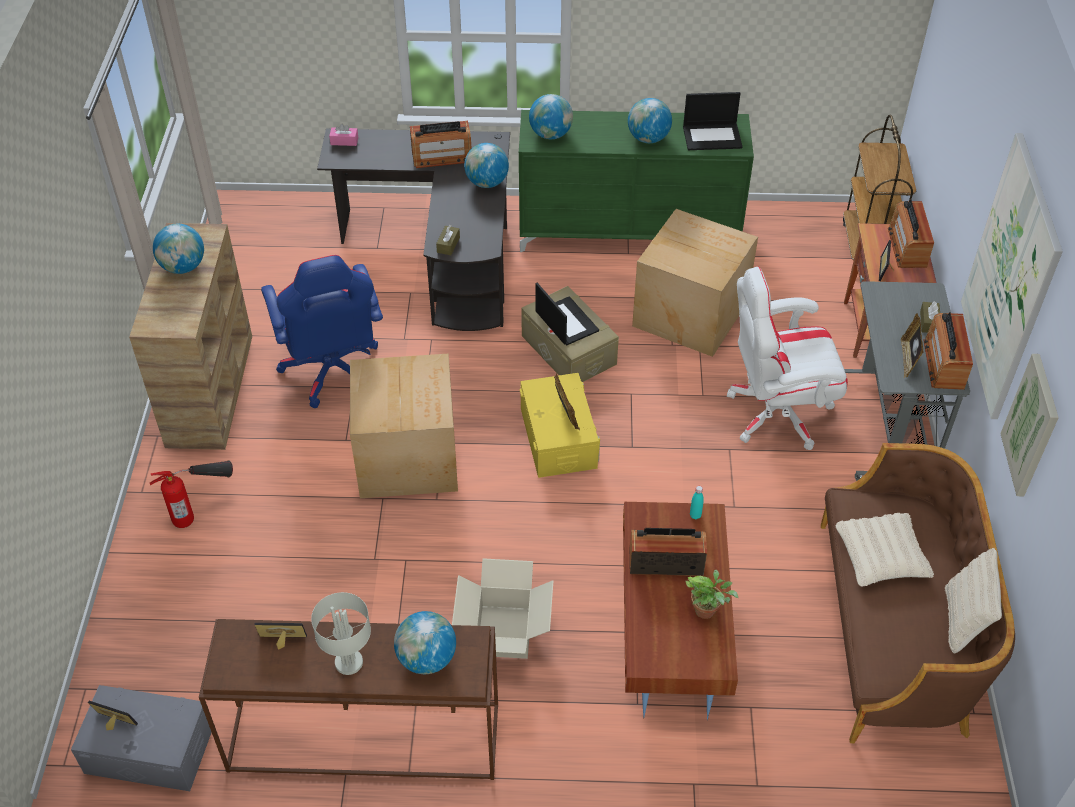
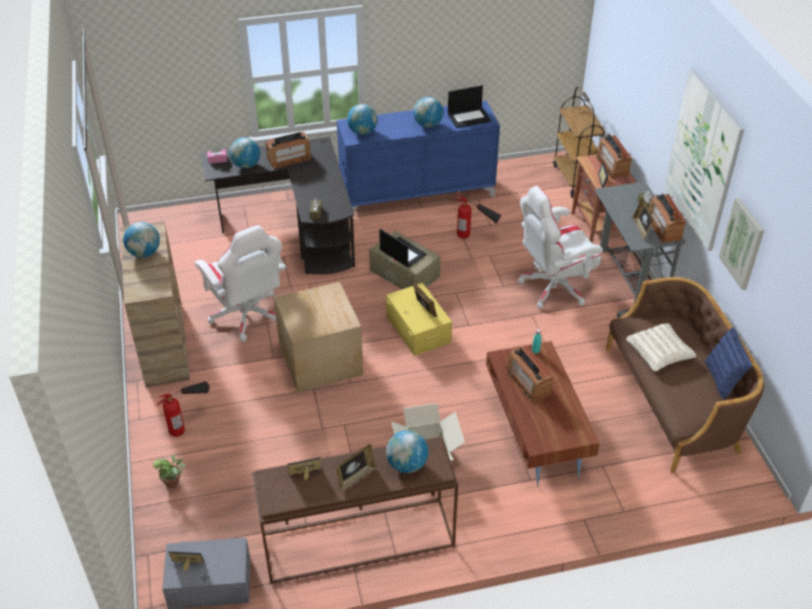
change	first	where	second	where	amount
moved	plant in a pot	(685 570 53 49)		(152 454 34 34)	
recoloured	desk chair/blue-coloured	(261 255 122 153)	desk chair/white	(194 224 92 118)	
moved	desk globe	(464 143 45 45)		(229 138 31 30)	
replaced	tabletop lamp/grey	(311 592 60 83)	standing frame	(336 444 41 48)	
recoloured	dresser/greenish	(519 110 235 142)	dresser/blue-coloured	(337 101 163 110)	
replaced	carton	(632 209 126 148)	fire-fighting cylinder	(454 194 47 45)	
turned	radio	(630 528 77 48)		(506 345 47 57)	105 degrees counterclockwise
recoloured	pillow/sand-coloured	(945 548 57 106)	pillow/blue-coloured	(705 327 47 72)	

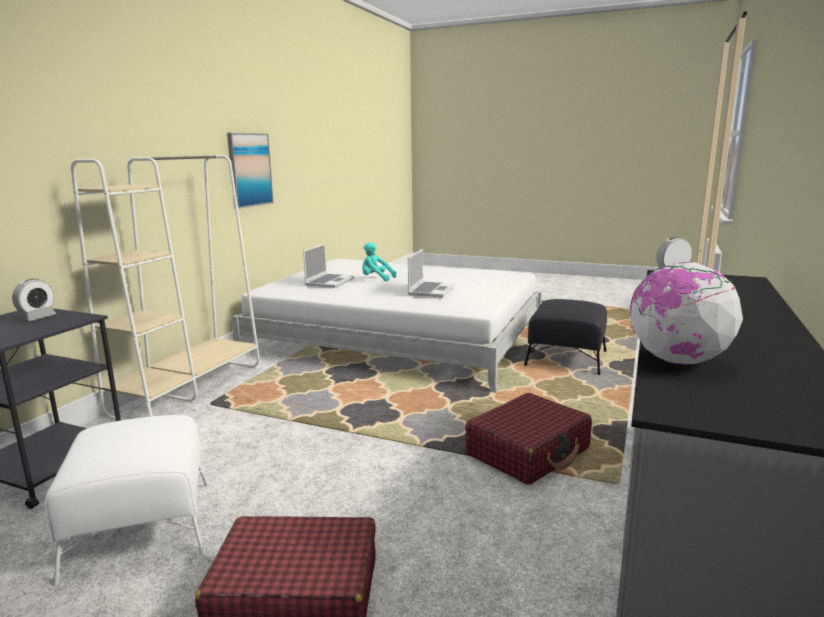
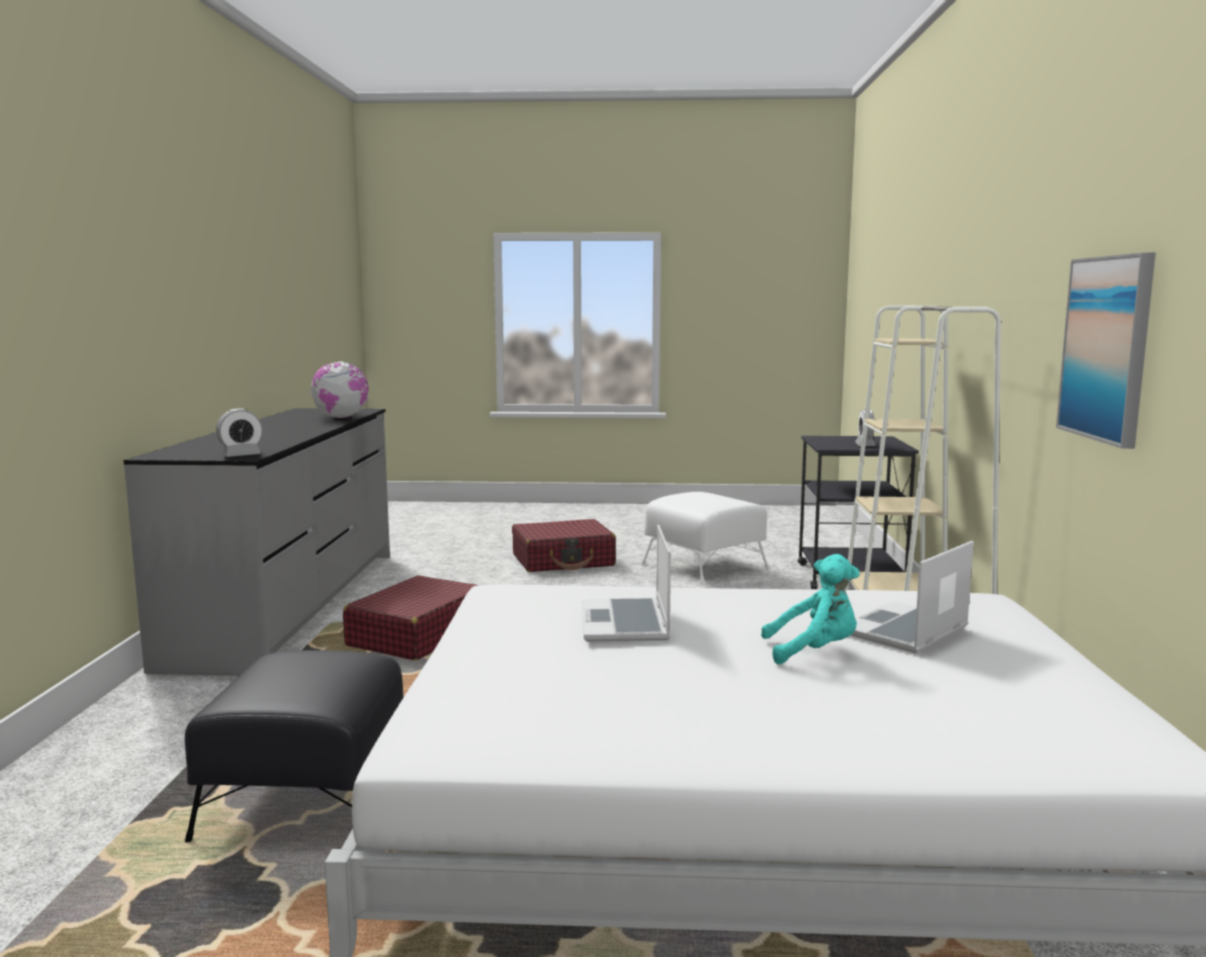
change	first	where	second	where	amount
turned	laptop	(303 243 51 45)		(850 541 124 113)	45 degrees clockwise

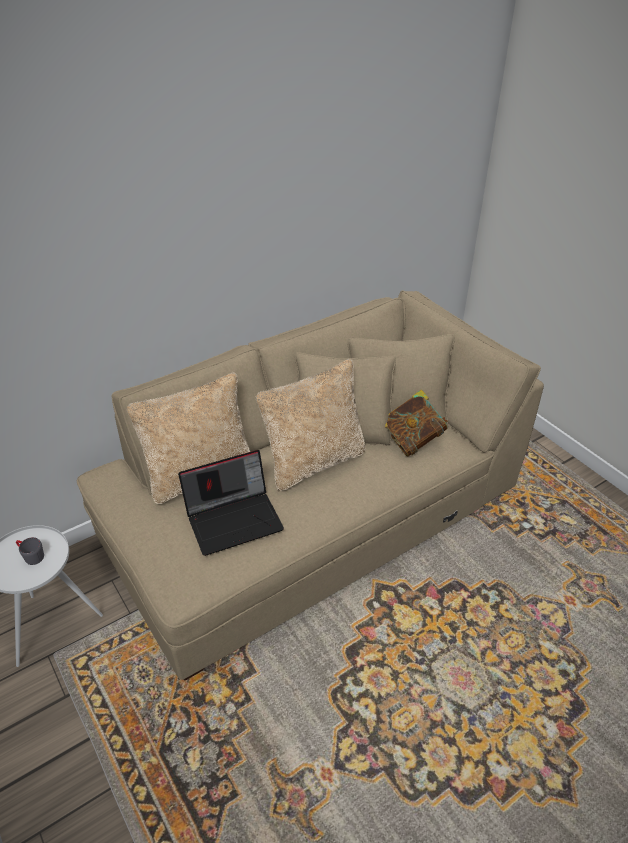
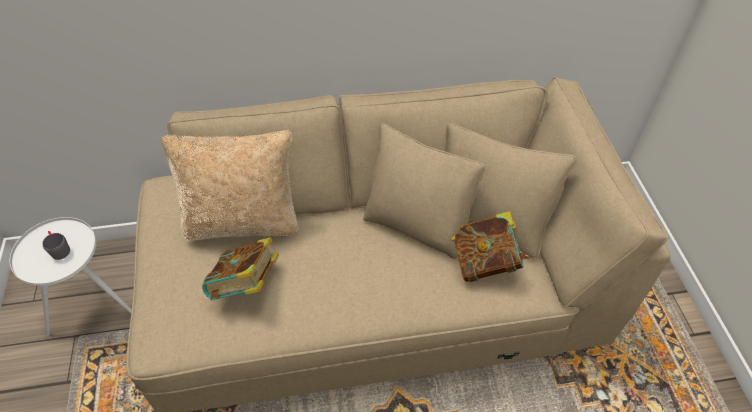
change	first	where	second	where	amount
replaced	laptop	(178 450 106 106)	bound book	(202 237 77 64)	
removed	pillow/sand-coloured	(256 358 109 133)			

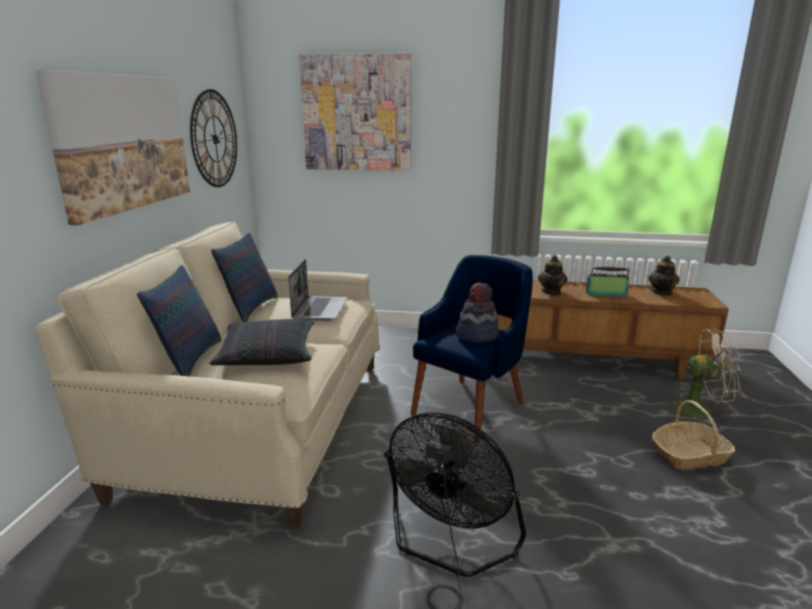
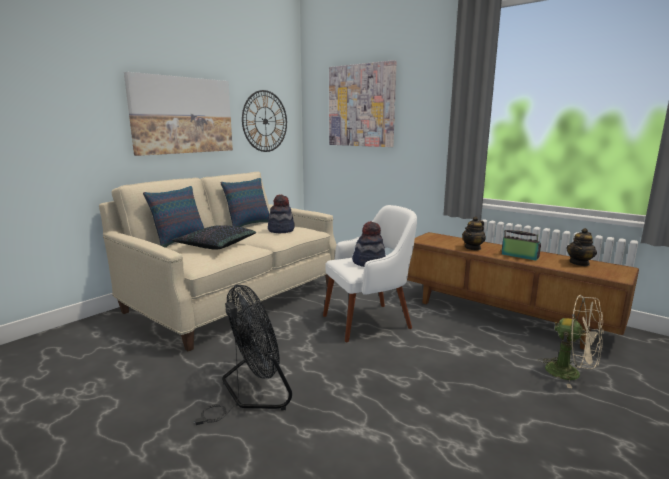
change	first	where	second	where	amount
replaced	laptop	(289 259 58 62)	clothing hat	(268 195 27 38)	
recoloured	lounge chair/blue-coloured	(411 255 122 188)	lounge chair/white	(323 205 94 137)	
removed	basket	(652 400 83 70)			

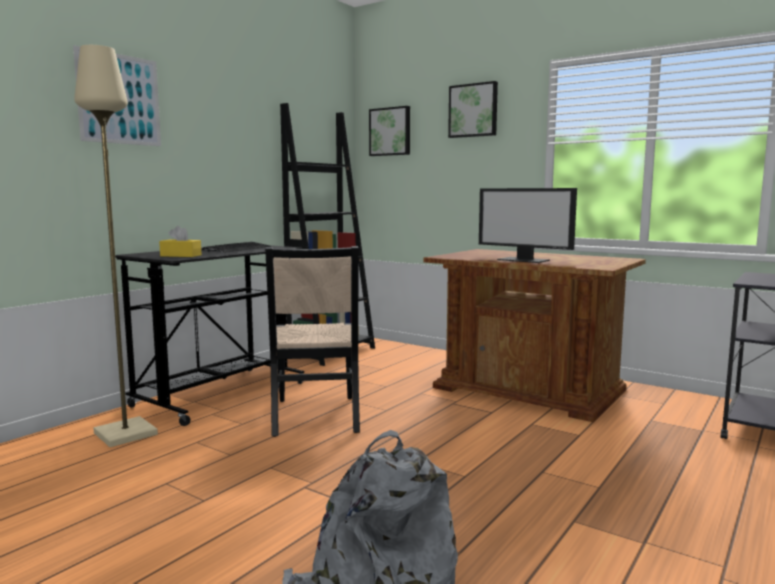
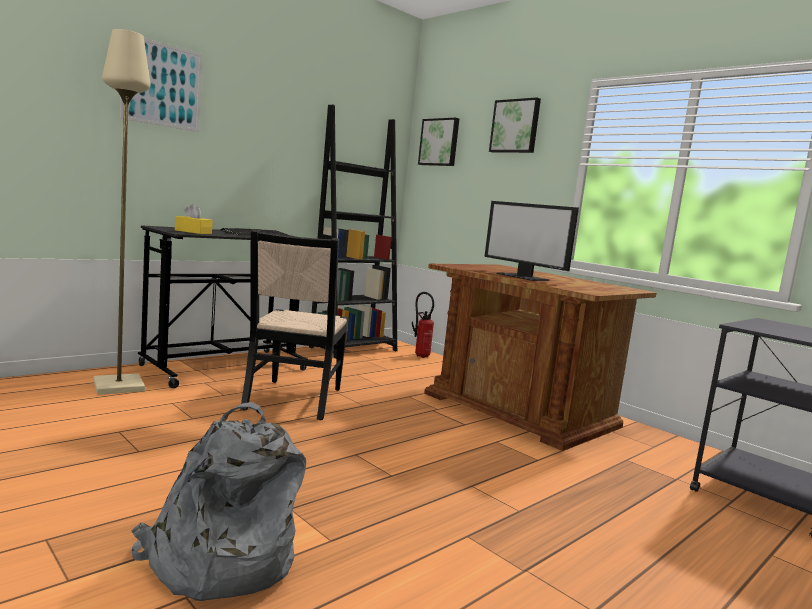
change	first	where	second	where	amount
added			fire-fighting cylinder	(412 292 22 66)	

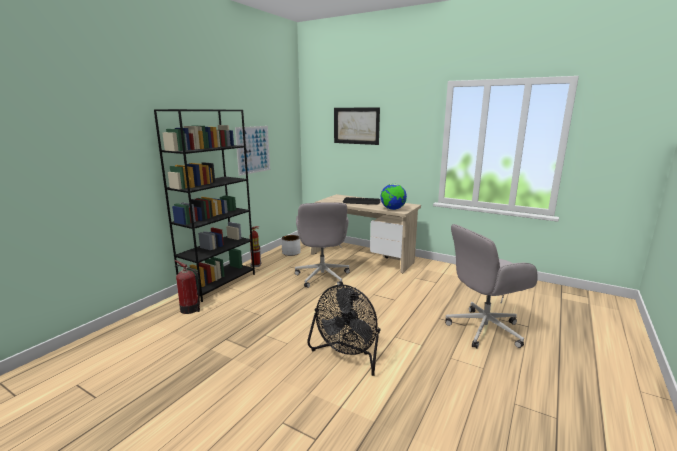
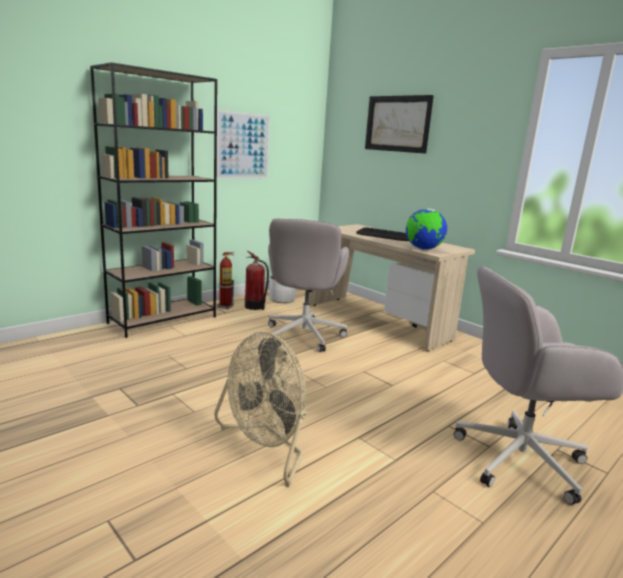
change	first	where	second	where	amount
recoloured	bookshelf/black	(154 109 101 193)	bookshelf/sand-coloured	(90 62 127 276)	
recoloured	electric fan/black	(307 285 74 91)	electric fan/sand-coloured	(214 332 93 155)	
moved	fire-fighting cylinder	(174 260 26 54)		(245 251 24 59)	

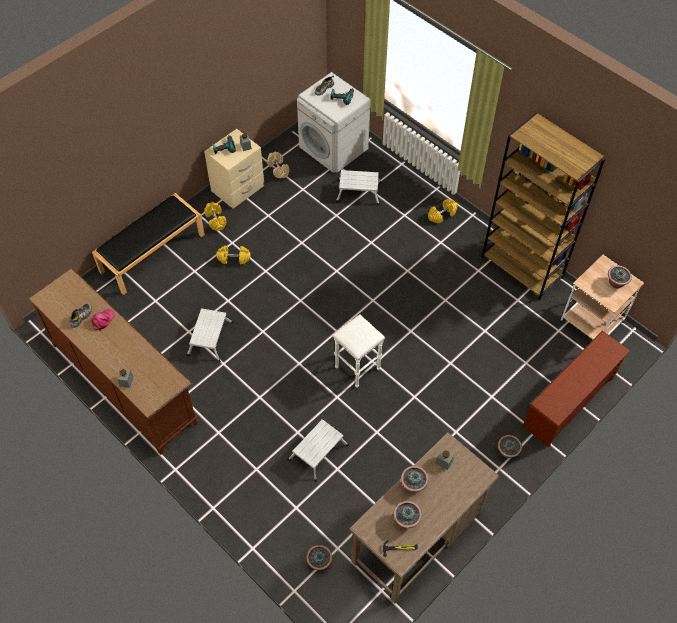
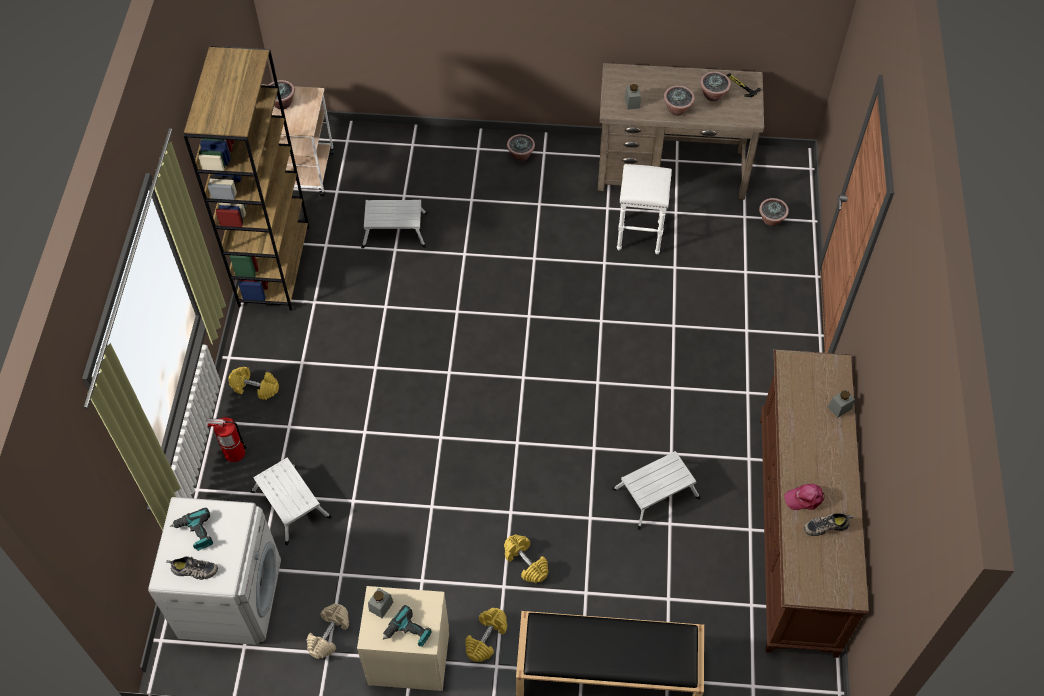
change	first	where	second	where	amount
added			fire-fighting cylinder	(207 417 40 45)	
moved	stepladder/white	(287 419 62 63)		(361 199 67 50)	
moved	sitting stool/white	(333 314 52 74)		(617 164 55 90)	
removed	shoe stand/brown-coloured	(522 330 108 117)			

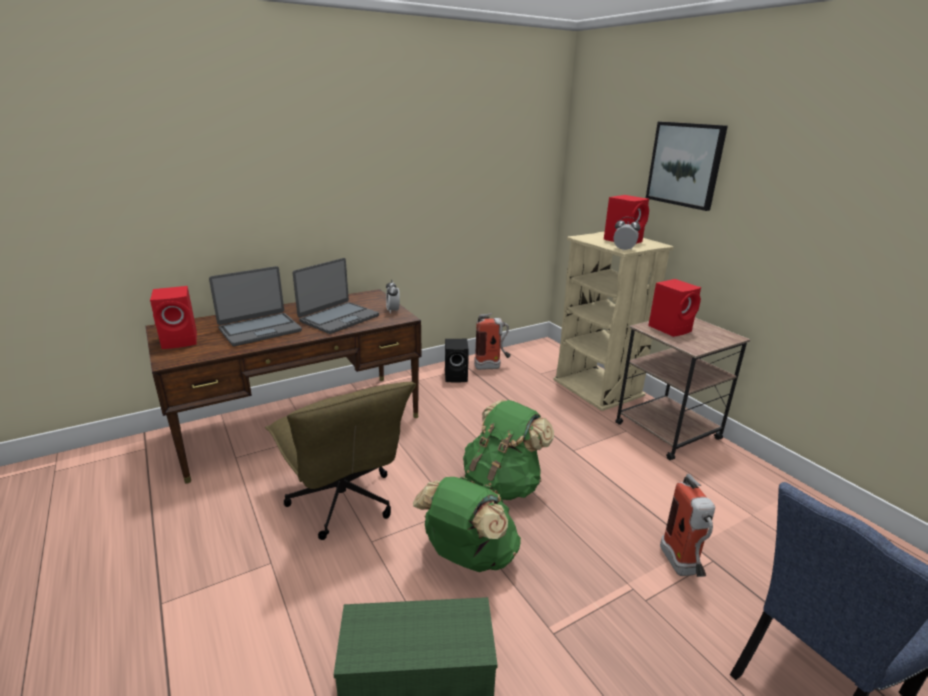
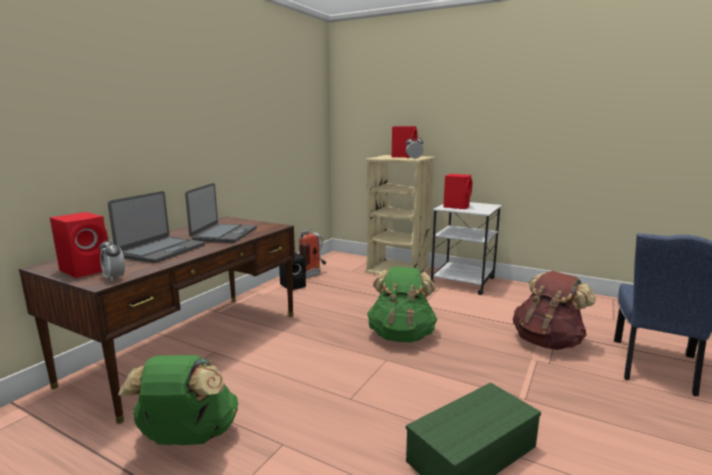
change	first	where	second	where	amount
moved	alarm clock	(386 280 14 34)		(99 237 26 44)	
moved	backpack/greenish	(413 477 108 95)		(118 355 120 90)	
recoloured	cart/brown-coloured	(615 318 136 142)	cart/white	(431 202 71 93)	
replaced	fire-fighting cylinder	(660 474 55 103)	backpack/brown-coloured	(513 271 83 79)	
removed	desk chair/sand-coloured	(265 382 151 158)			
removed	picture	(646 122 82 89)			

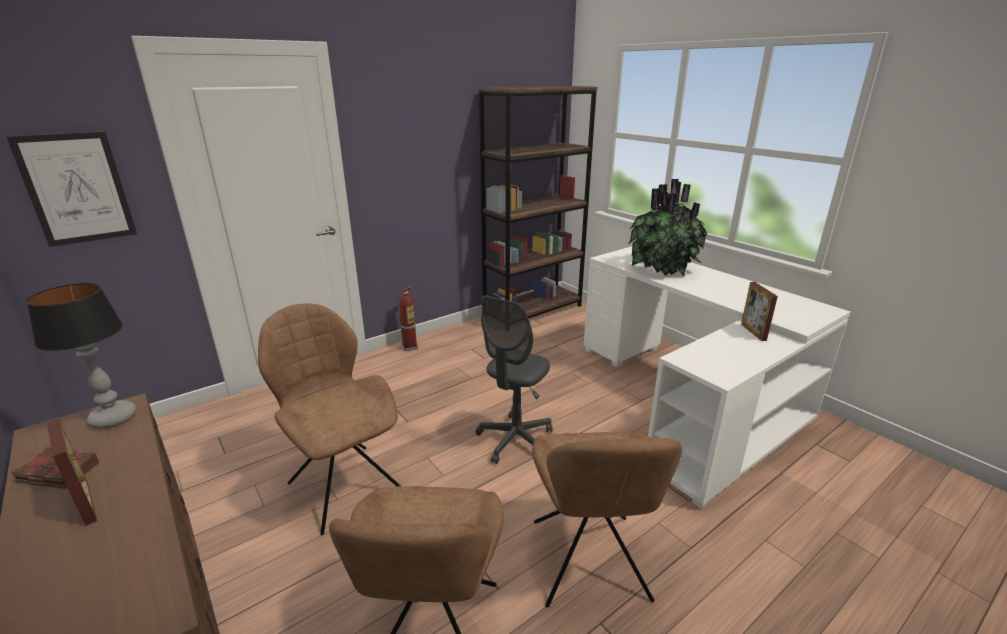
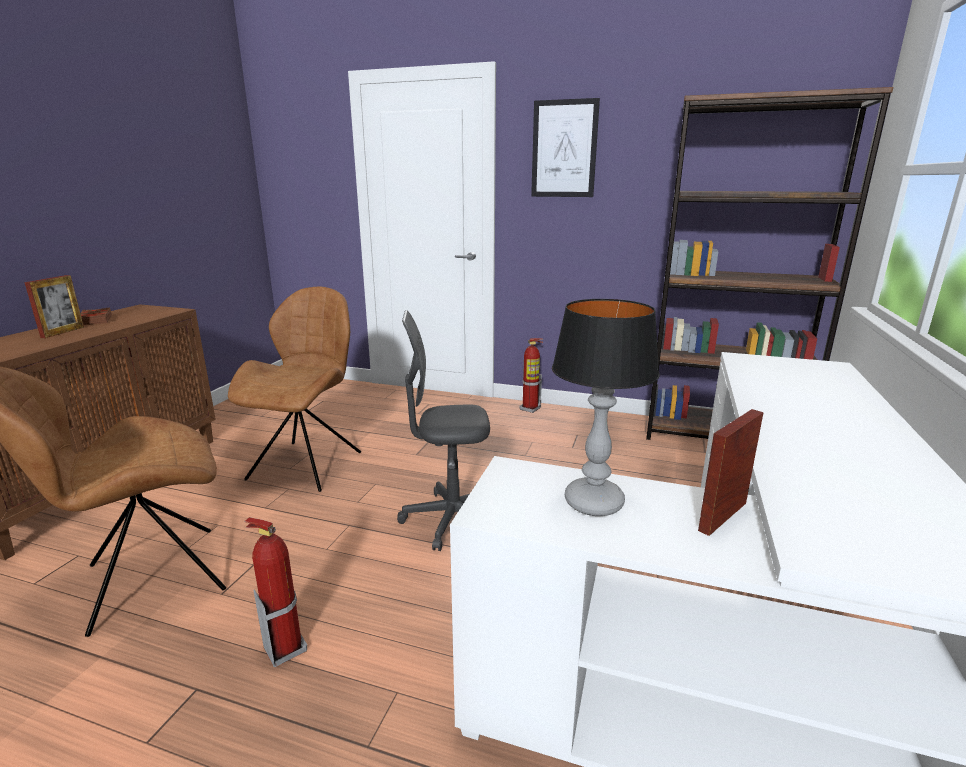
change	first	where	second	where	amount
replaced	chair/brown-coloured	(532 432 150 175)	fire-fighting cylinder	(244 517 63 150)	
moved	picture	(7 132 130 115)		(531 98 69 99)	
moved	tabletop lamp	(26 283 110 146)		(552 299 108 217)	
removed	plant in a pot	(628 179 80 97)			

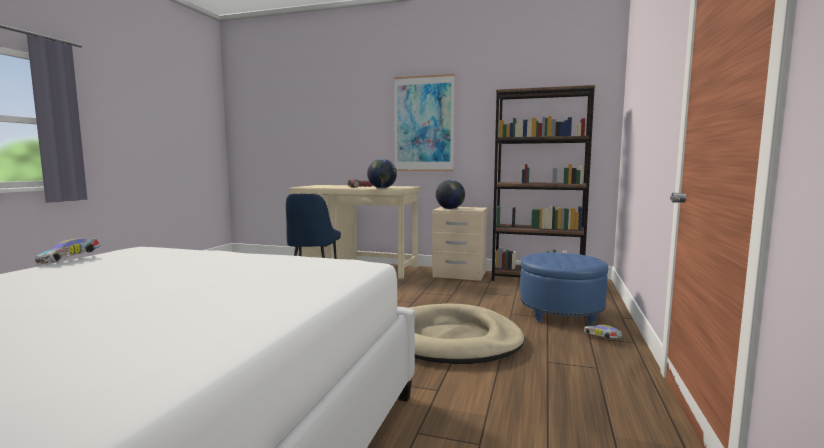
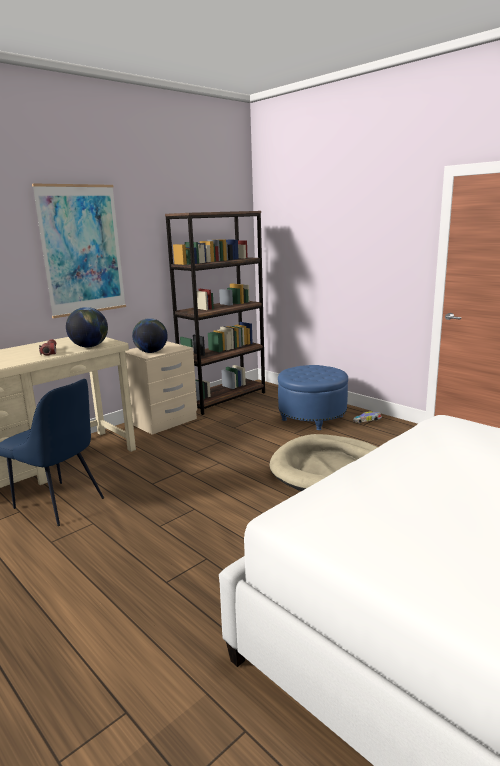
change	first	where	second	where	amount
removed	toy car	(35 238 65 26)			

